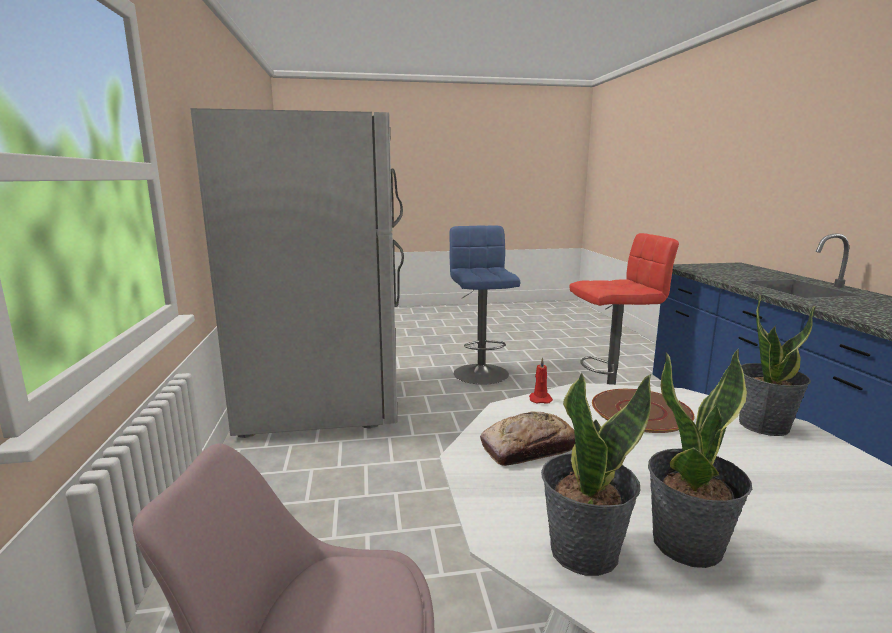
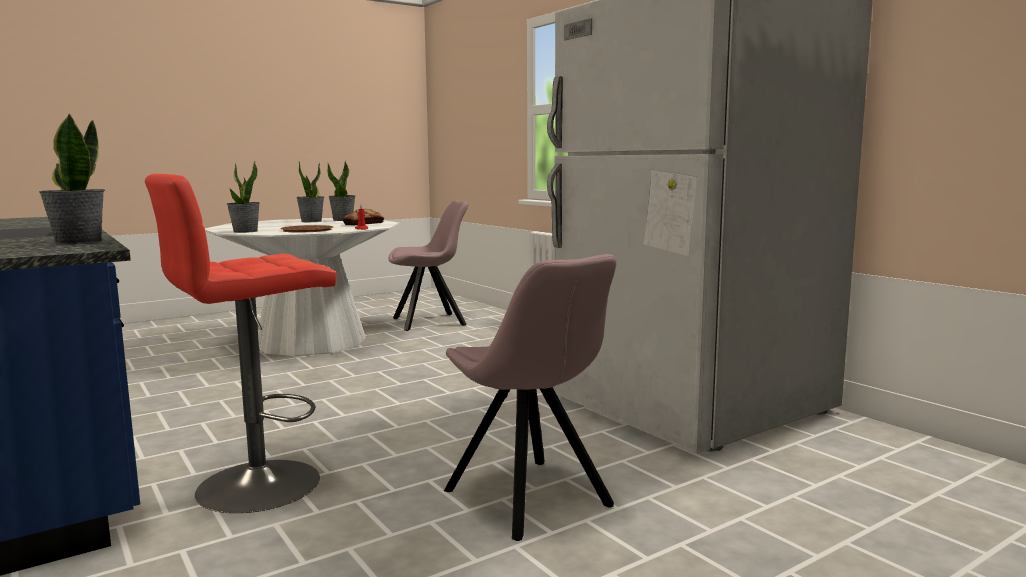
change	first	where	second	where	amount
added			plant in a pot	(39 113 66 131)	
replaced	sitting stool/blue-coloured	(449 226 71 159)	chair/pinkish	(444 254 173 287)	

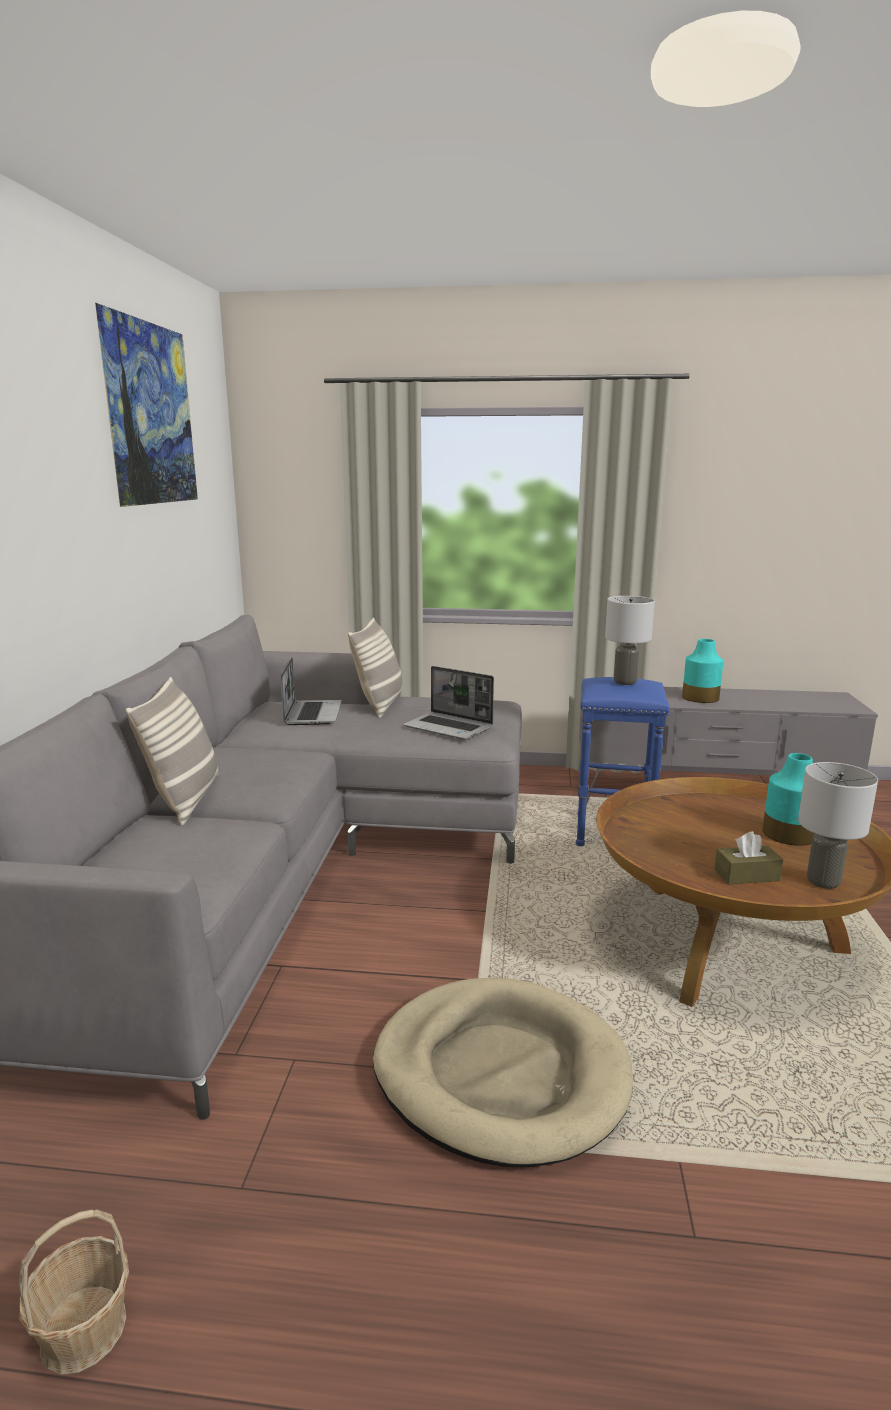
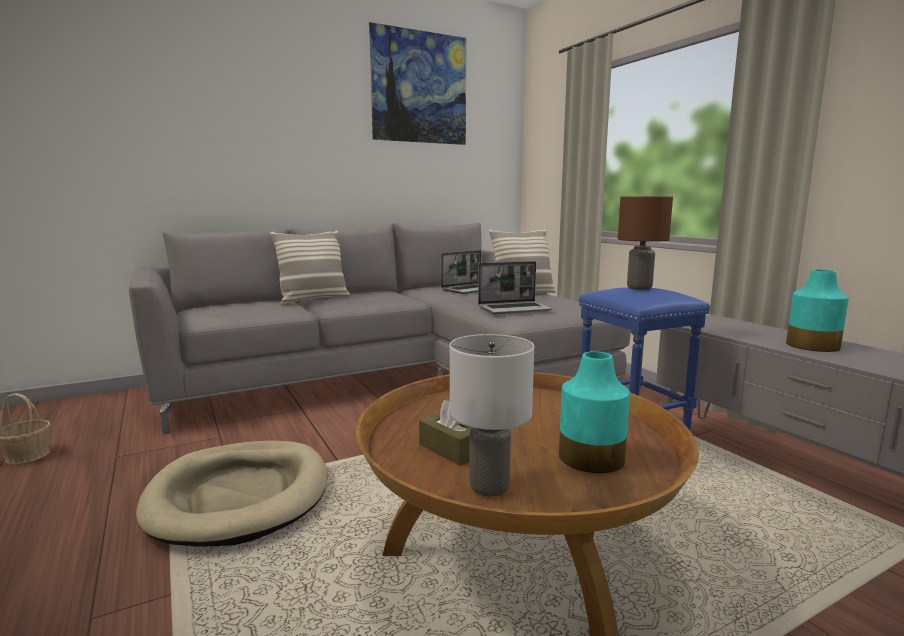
change	first	where	second	where	amount
turned	laptop	(403 666 91 74)		(478 261 75 53)	105 degrees counterclockwise
recoloured	tabletop lamp/white	(605 596 50 89)	tabletop lamp/brown-coloured	(618 195 55 95)	

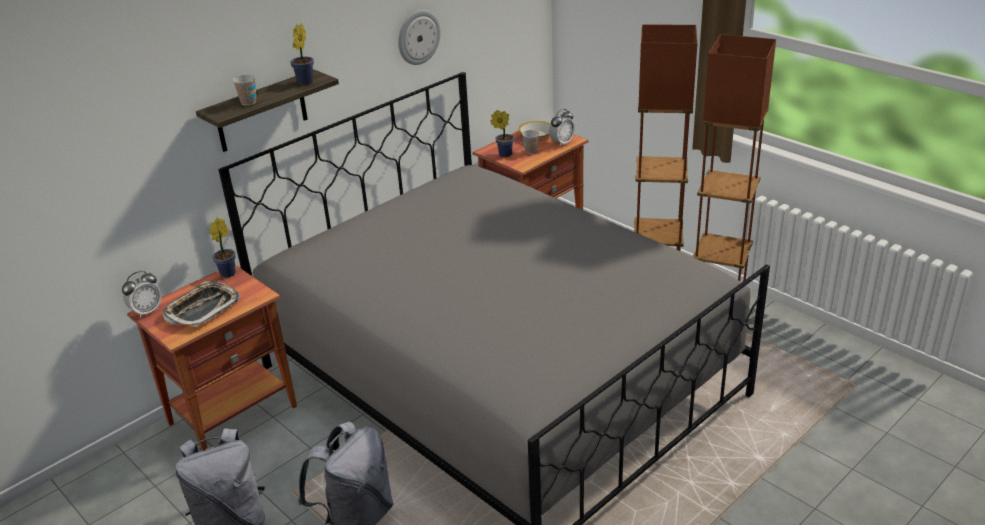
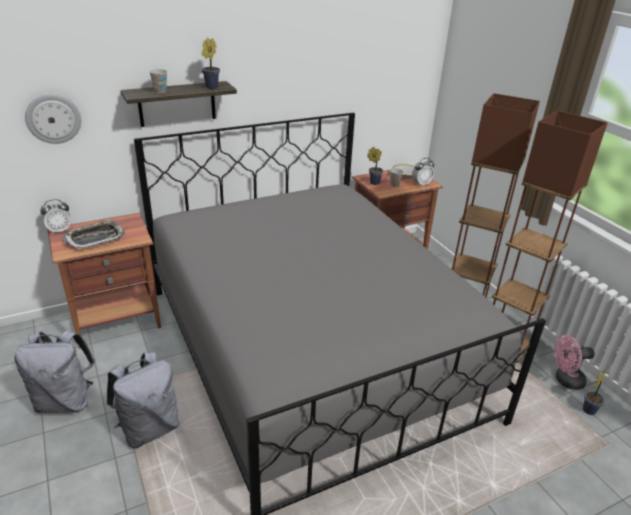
change	first	where	second	where	amount
moved	hanging clock	(398 10 43 55)		(25 94 56 50)	
added			electric fan/pinkish	(554 335 41 55)	
moved	plant in a pot	(209 217 27 60)		(583 370 23 45)	

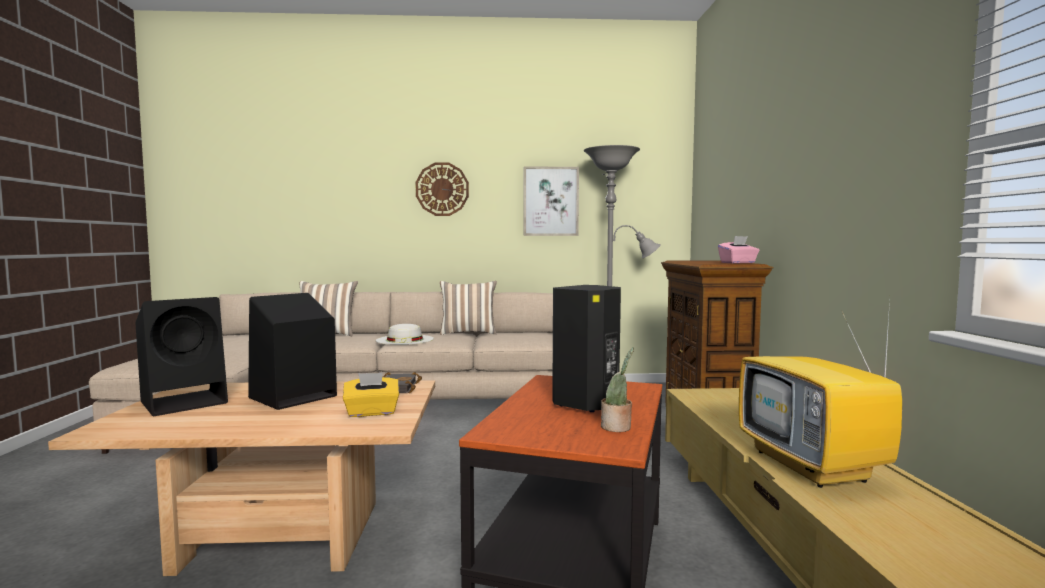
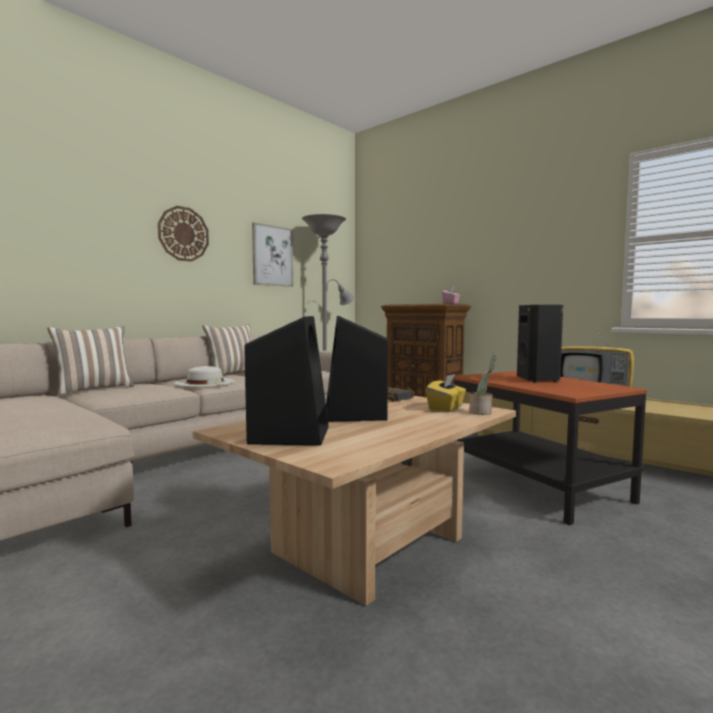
change	first	where	second	where	amount
moved	plant in a pot	(601 347 33 85)		(469 353 28 62)	

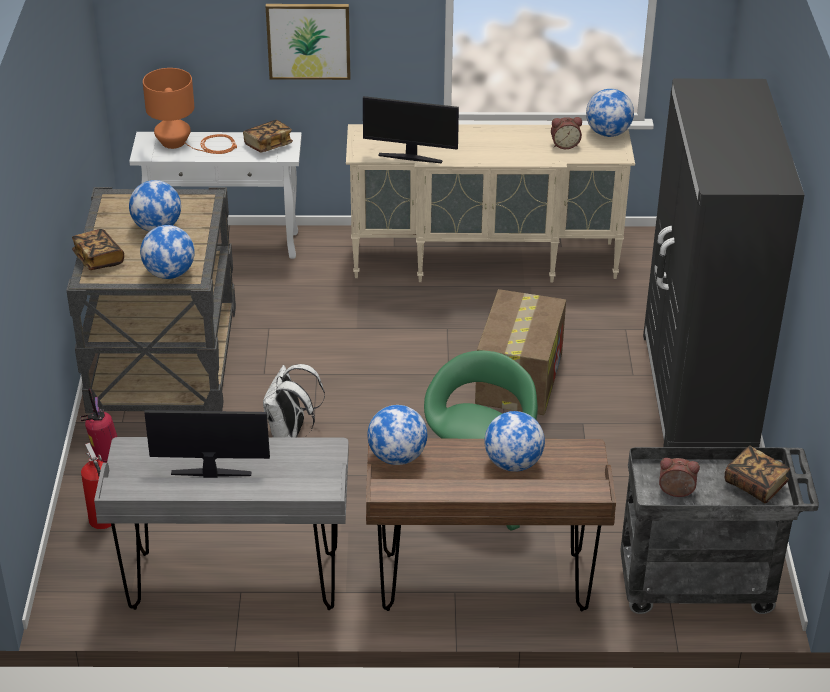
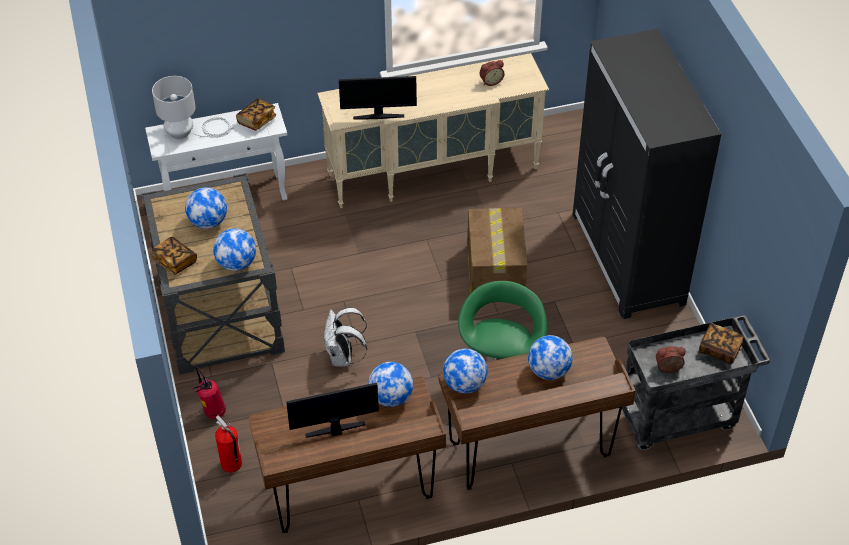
change	first	where	second	where	amount
recoloured	tabletop lamp/orange-coloured	(143 68 94 86)	tabletop lamp/white	(152 76 81 63)	
recoloured	desk/grey	(94 437 255 173)	desk/brown-coloured	(249 377 197 156)	
moved	desk globe	(586 89 48 48)		(368 362 45 45)	
removed	picture	(266 4 84 76)			

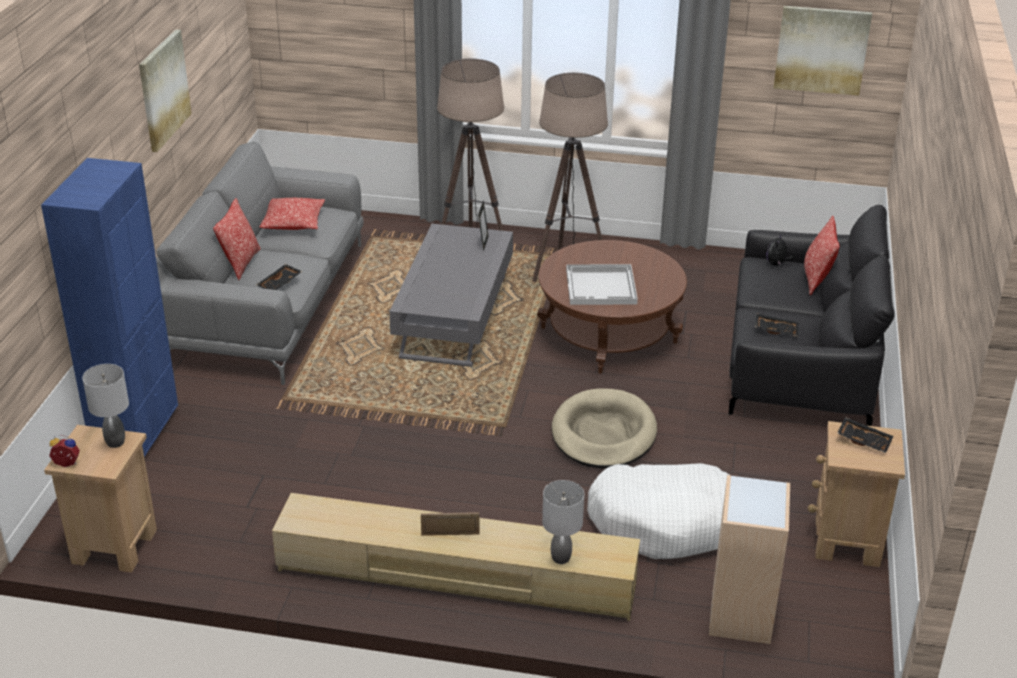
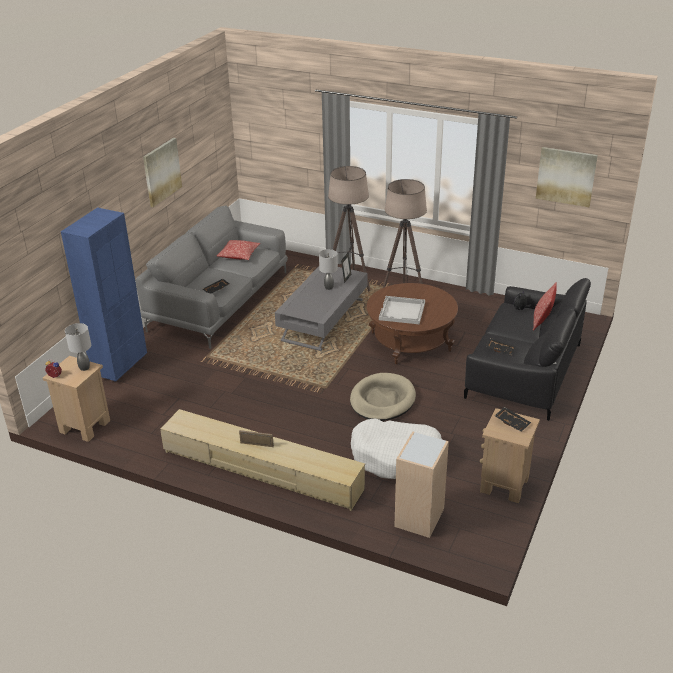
change	first	where	second	where	amount
moved	tabletop lamp/grey	(542 480 42 84)		(319 249 19 41)	
removed	pillow	(213 198 48 82)			

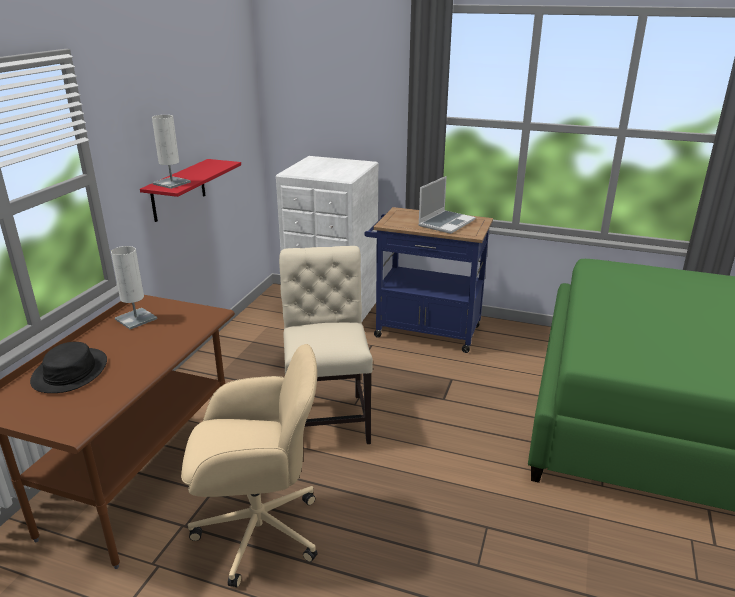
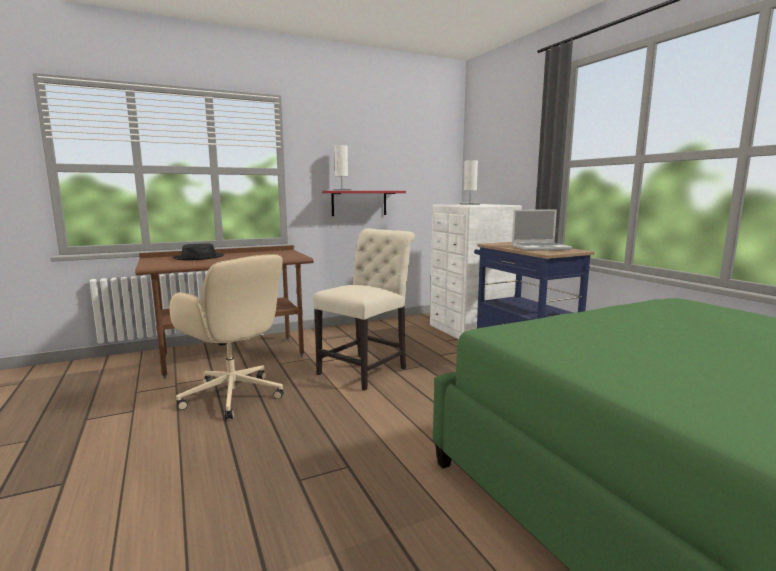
change	first	where	second	where	amount
moved	tabletop lamp/white	(111 246 46 83)		(460 160 20 45)	

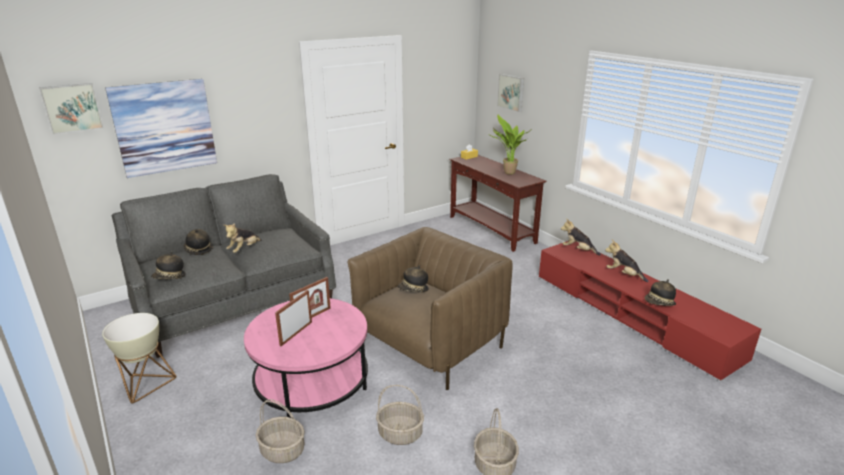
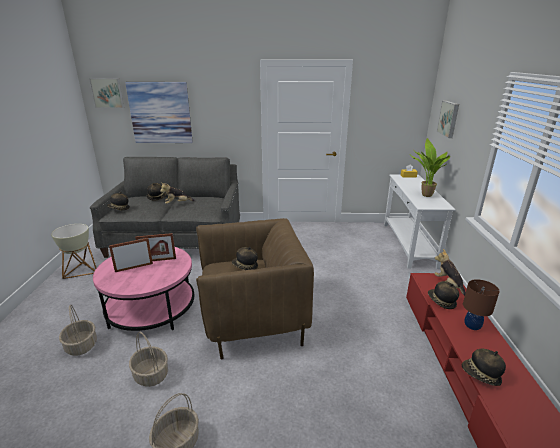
change	first	where	second	where	amount
recoloured	console table/brown-coloured	(449 155 98 97)	console table/white	(384 174 72 95)	
added			clothing hat	(428 281 31 28)	
replaced	soft toy	(605 240 43 42)	tabletop lamp/brown-coloured	(463 279 37 51)	

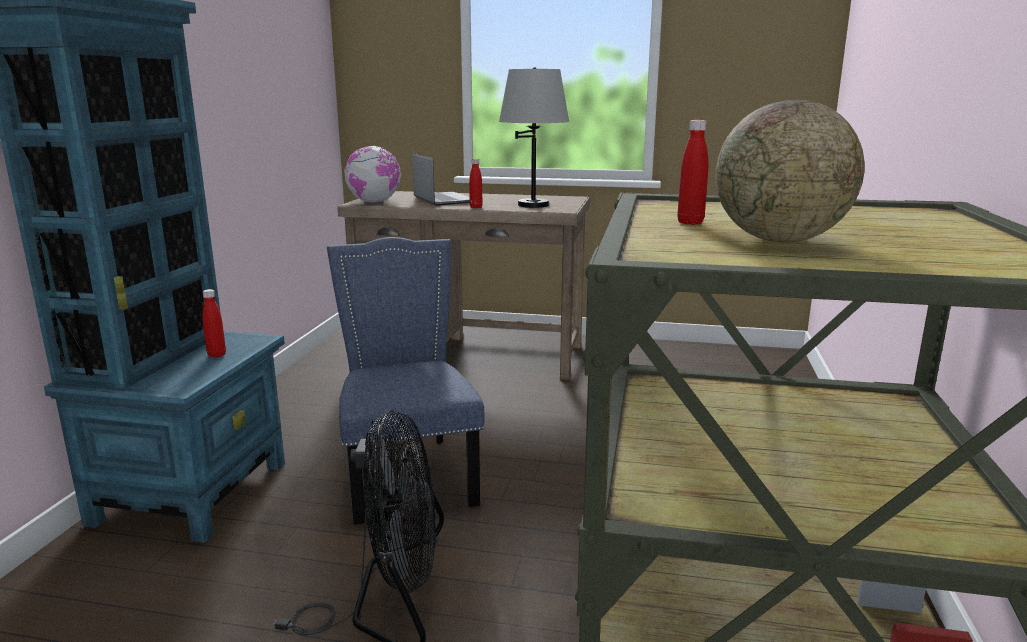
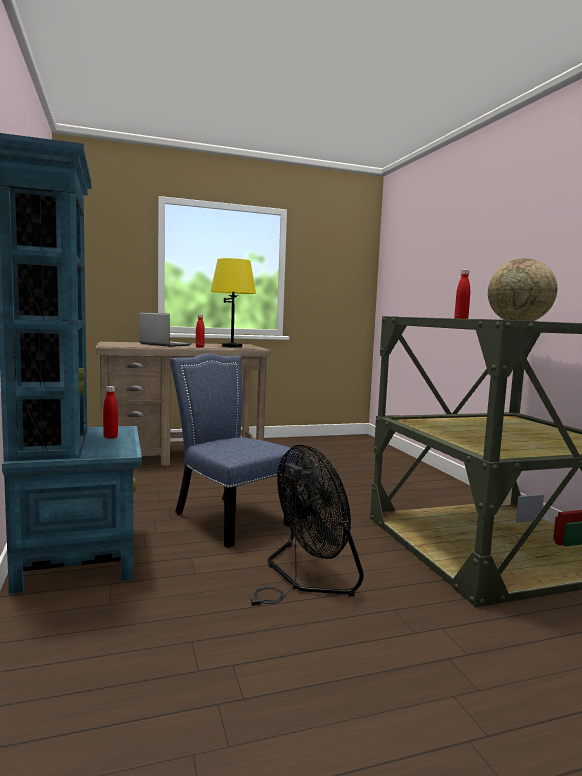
change	first	where	second	where	amount
recoloured	tabletop lamp/grey	(499 67 70 141)	tabletop lamp/yellow-coloured	(210 258 46 90)	
removed	desk globe	(344 146 57 57)			

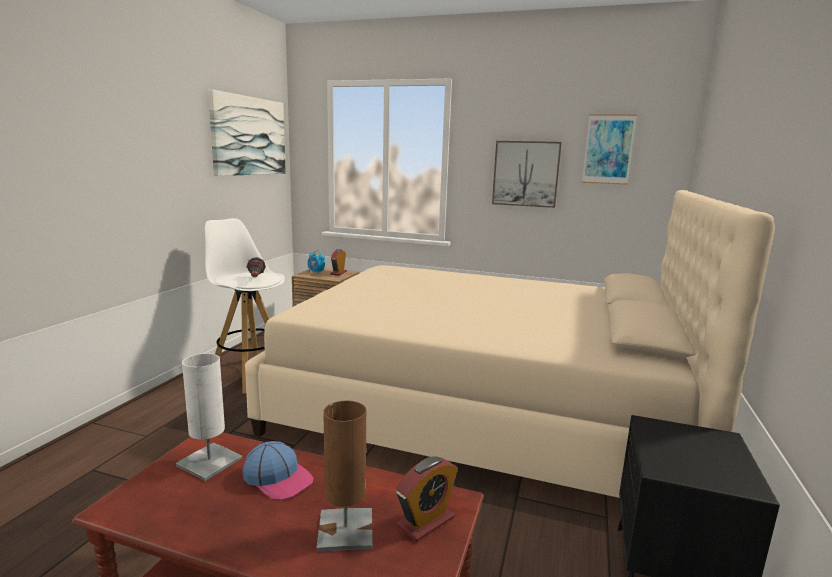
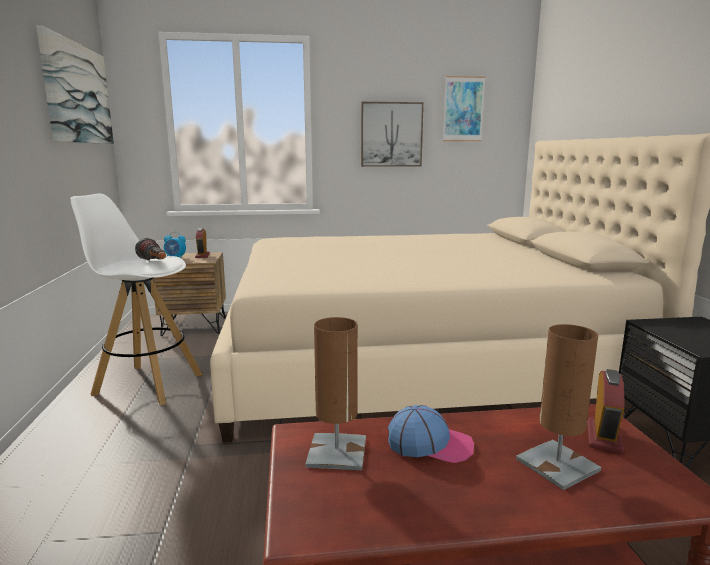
change	first	where	second	where	amount
recoloured	tabletop lamp/white	(176 353 66 128)	tabletop lamp/brown-coloured	(305 317 61 153)	

